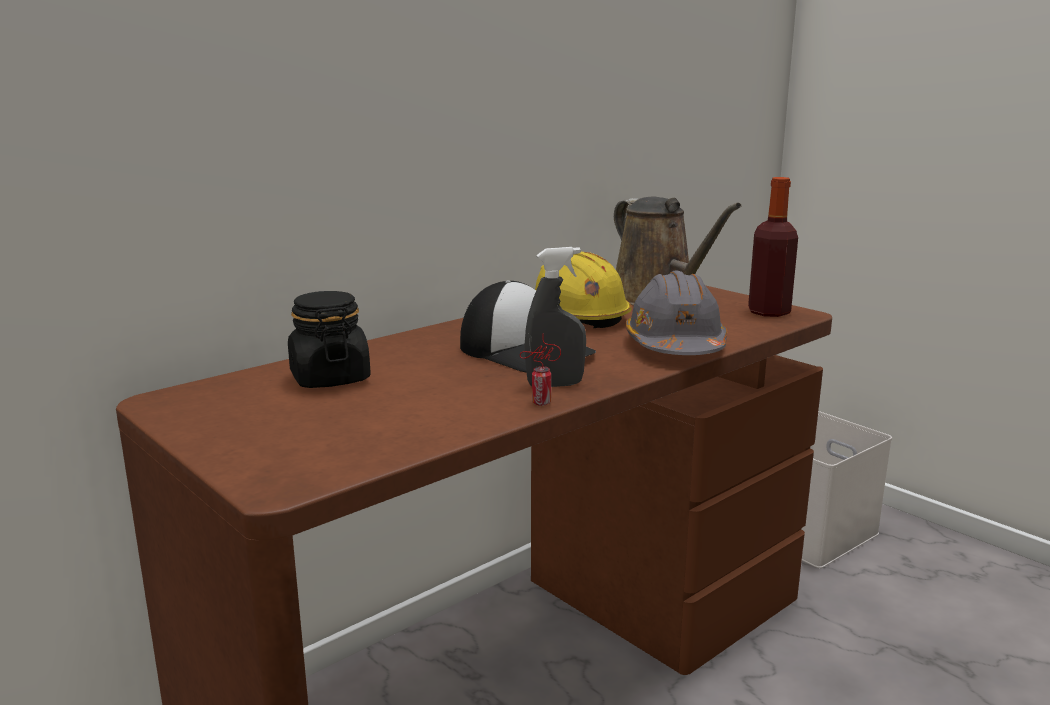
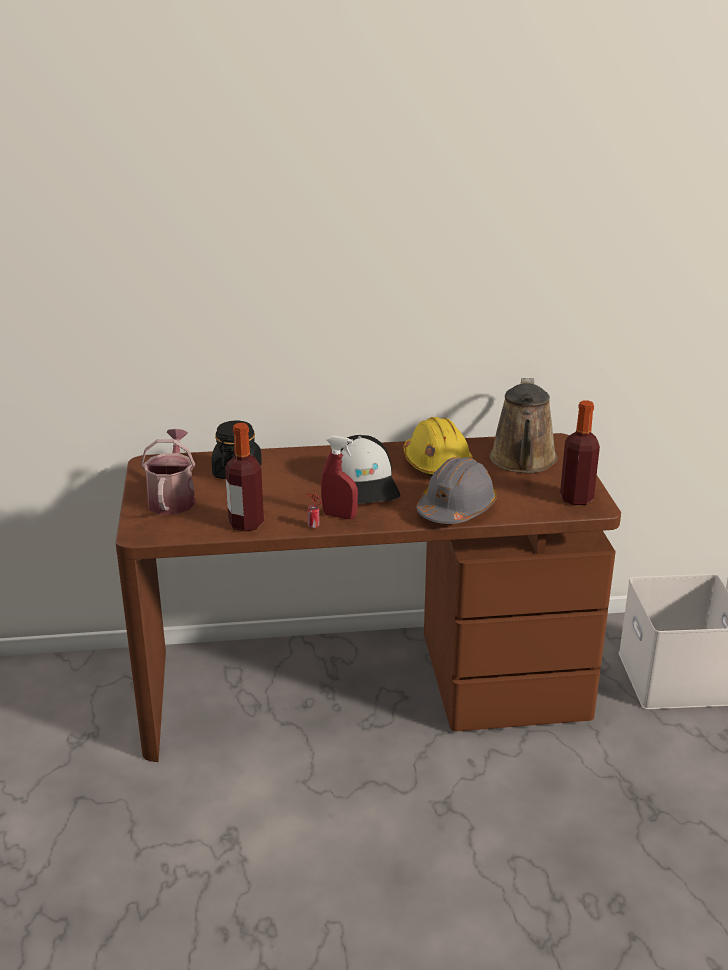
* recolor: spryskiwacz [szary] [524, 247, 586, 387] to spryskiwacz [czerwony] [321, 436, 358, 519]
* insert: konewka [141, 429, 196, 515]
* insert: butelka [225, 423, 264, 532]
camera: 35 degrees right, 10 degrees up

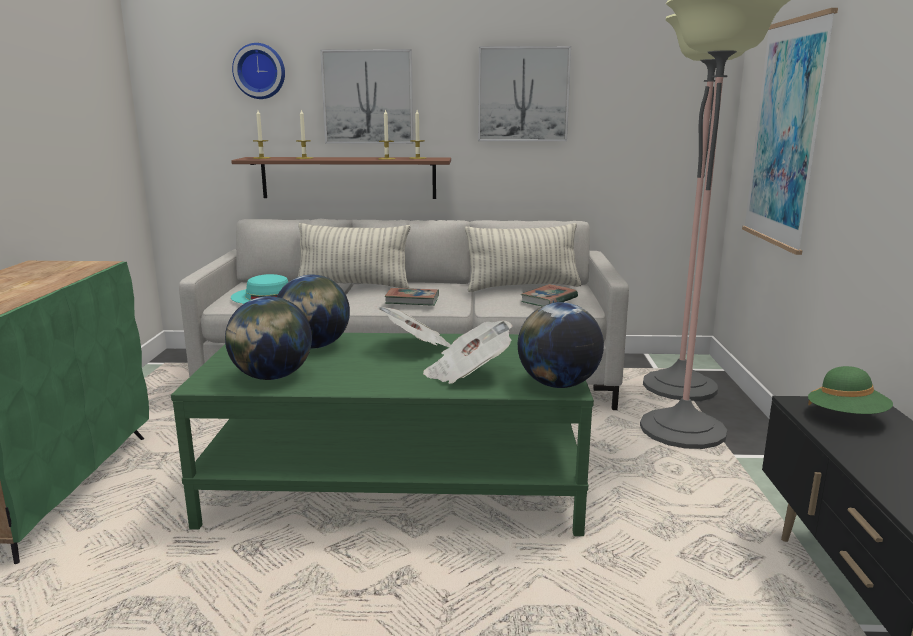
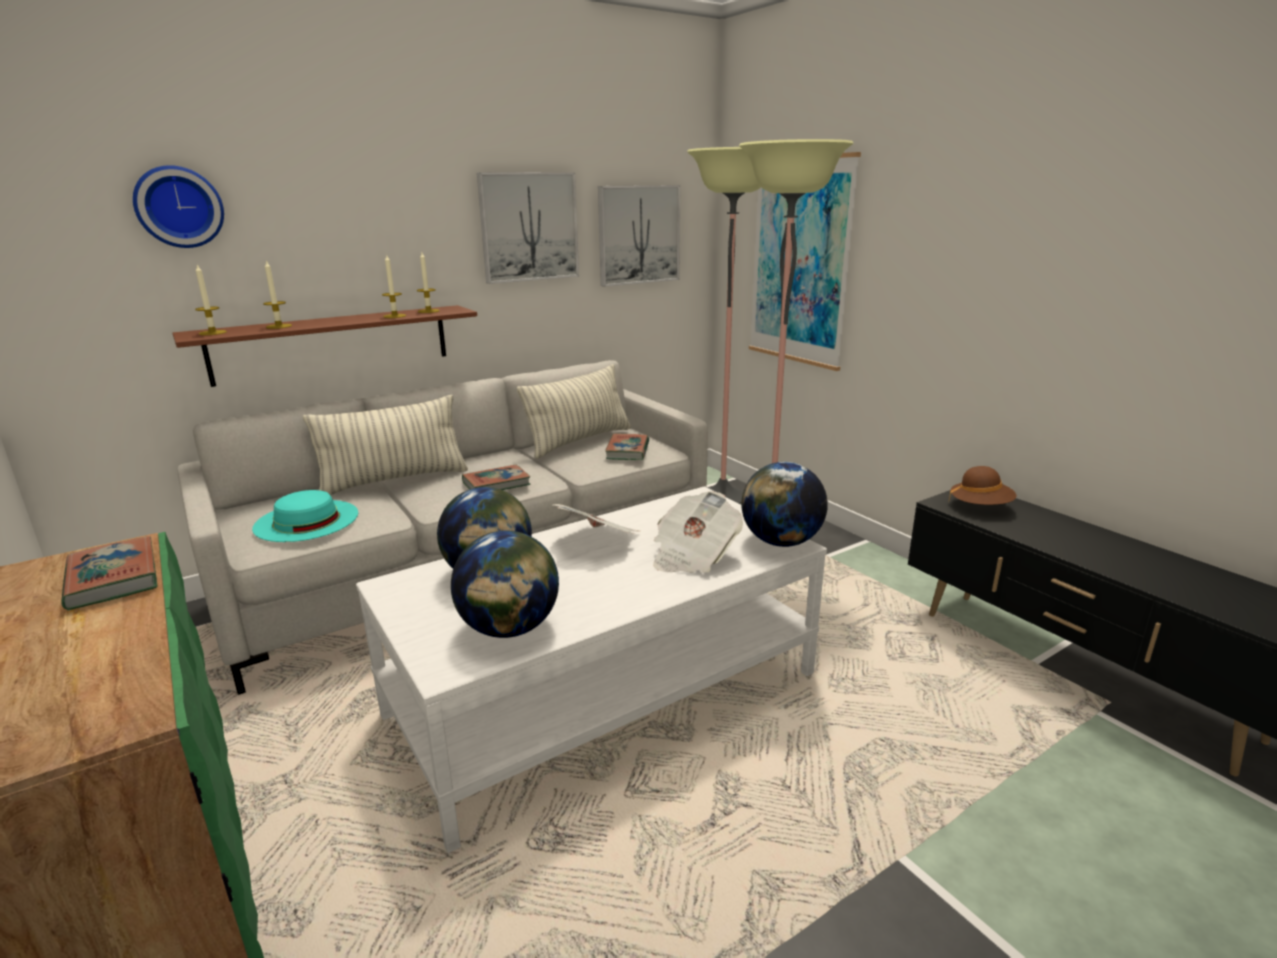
* recolor: ława [zielony] [171, 333, 594, 536] to ława [biały] [356, 486, 827, 853]
* move: obraz [320, 49, 413, 144] to [598, 185, 680, 287]
* recolor: kapelusz [zielony] [808, 366, 893, 414] to kapelusz [brązowy] [948, 466, 1016, 505]
* insert: książka [61, 536, 158, 611]
camera: 35 degrees left, 5 degrees up

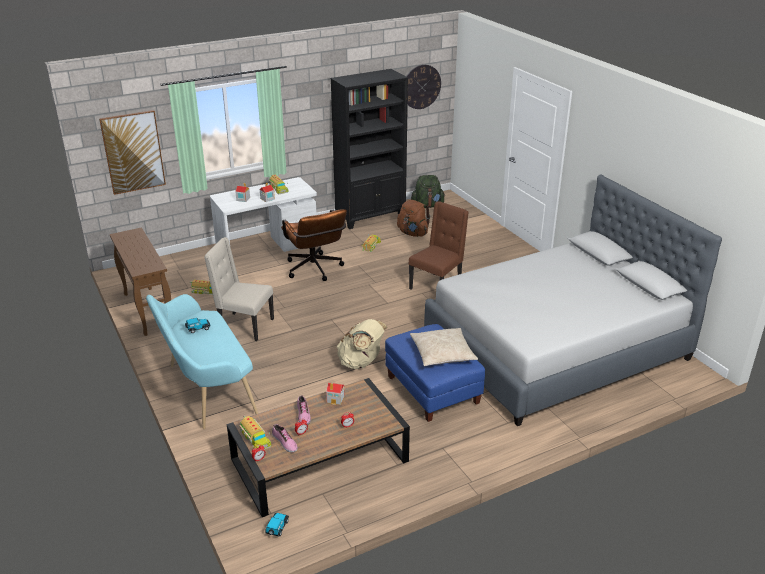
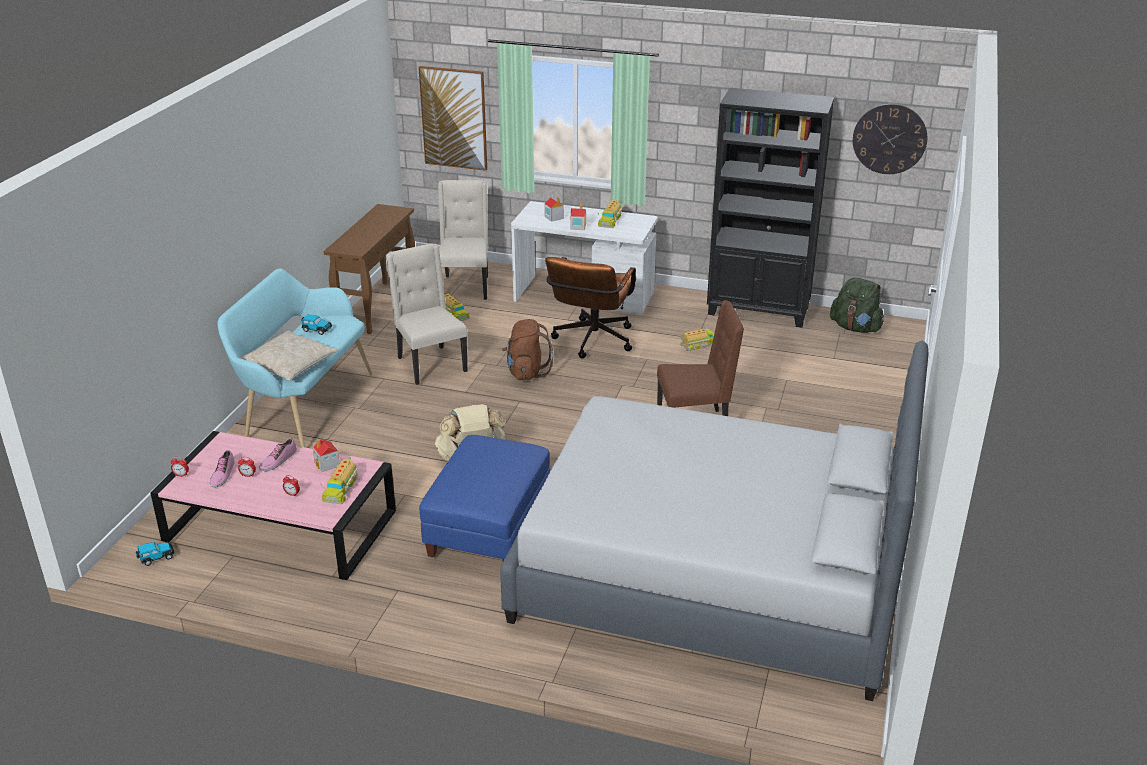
* recolor: ława [brązowy] [227, 378, 410, 517] to ława [różowy] [150, 431, 396, 580]
* move: ciężarówka zabawkowa [239, 415, 271, 450] to [321, 457, 358, 504]
* move: plecak [brązowy] [397, 200, 430, 237] to [502, 319, 553, 380]
* move: poduszka [beżowy] [410, 328, 478, 366] to [240, 331, 338, 381]
* insert: krzesło [beżowy] [438, 180, 489, 300]
camera: 45 degrees right, 0 degrees up

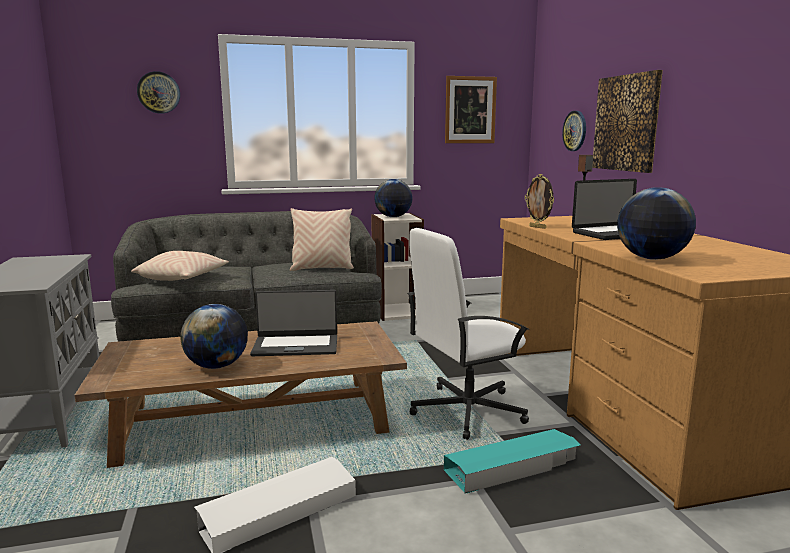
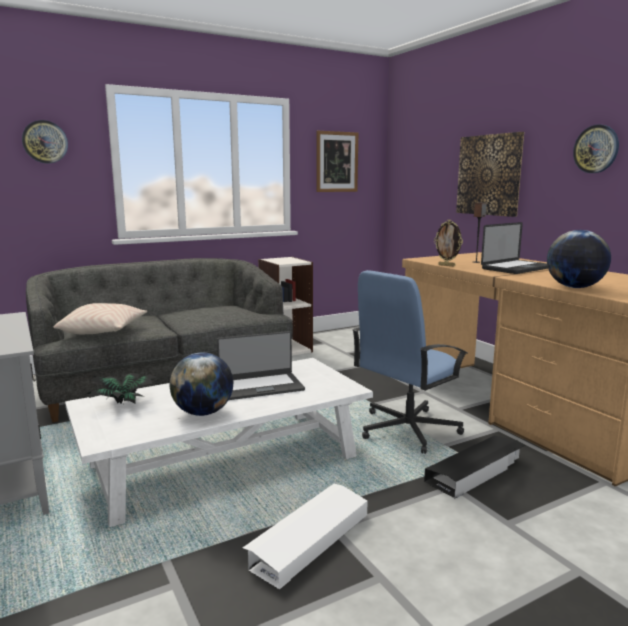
* recolor: ława [brązowy] [75, 321, 407, 468] to ława [biały] [65, 358, 373, 527]
* delete: poduszka [beżowy] [290, 208, 354, 271]
* delete: globus [374, 179, 412, 217]
* recolor: krzesło biurowe [biały] [407, 228, 529, 440] to krzesło biurowe [niebieski] [352, 270, 468, 454]
* recolor: pojemnik do przechowywania [turkusowy] [444, 429, 581, 494] to pojemnik do przechowywania [czarny] [424, 435, 525, 499]
* move: zegar ścienny [562, 111, 586, 151] to [573, 124, 619, 173]
* insert: roślina doniczkowa [87, 373, 156, 404]
camera: 15 degrees left, 0 degrees up

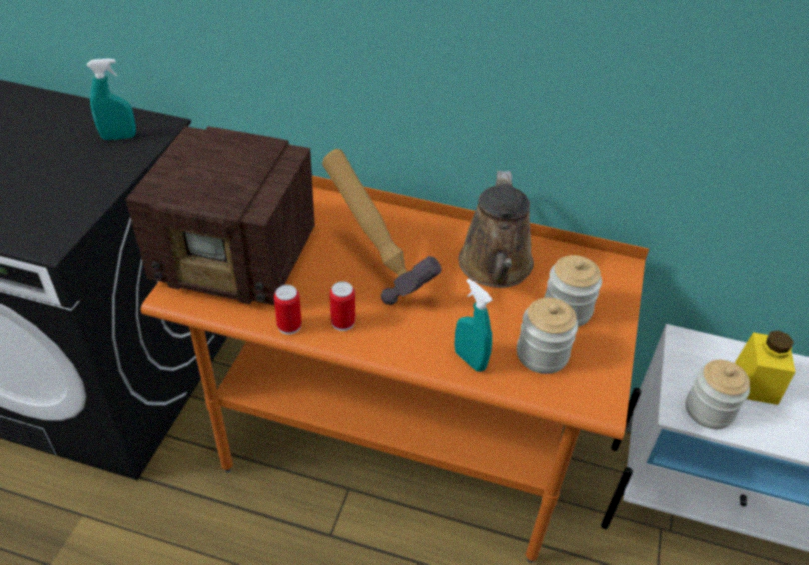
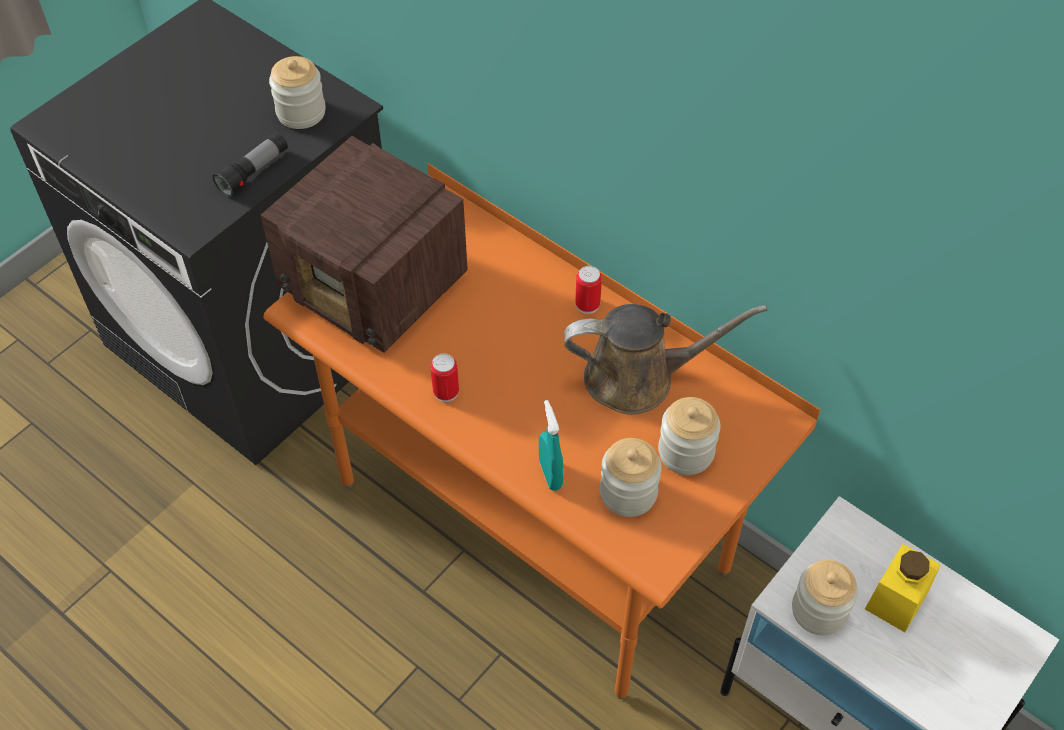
* replace: spryskiwacz [turkusowy] [87, 58, 136, 140] to słoik [269, 56, 326, 129]
* move: puszka [274, 285, 302, 335] to [575, 266, 602, 314]
* delete: młotek [322, 149, 442, 305]
* rotate: konewka [brązowy] [458, 171, 534, 288] = [564, 304, 767, 415] 120 degrees counterclockwise
* insert: latarka [212, 132, 288, 197]
camera: 25 degrees right, 10 degrees up

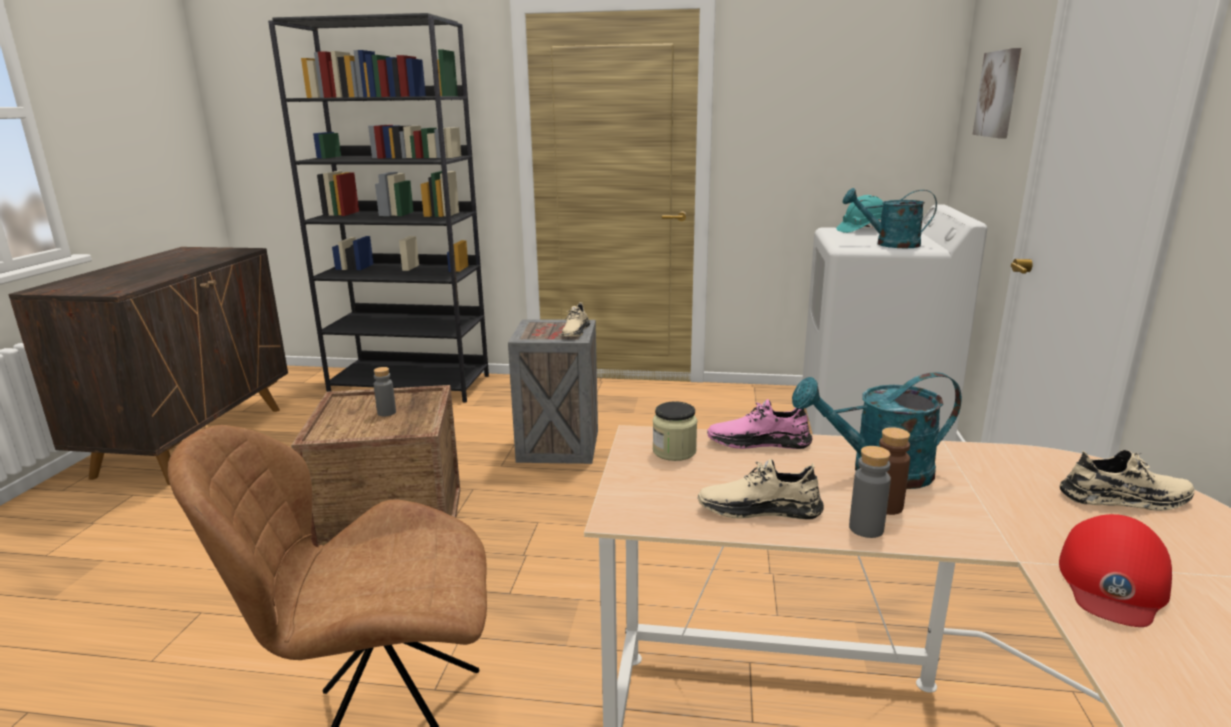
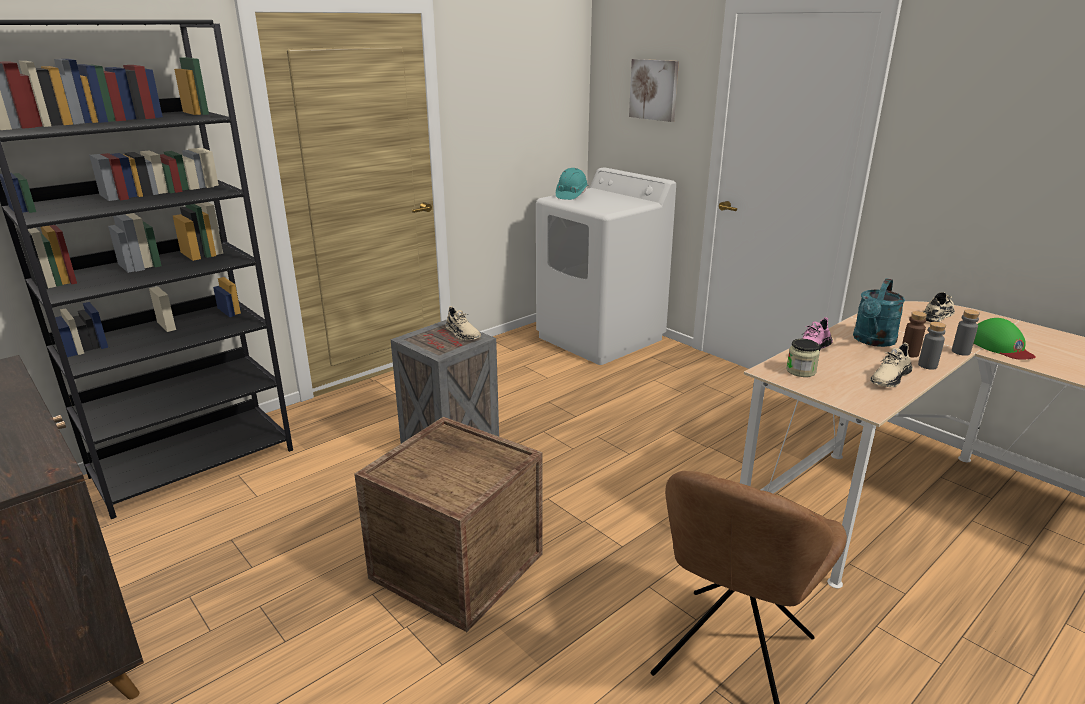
* move: butelka [szary] [374, 367, 396, 416] to [952, 309, 980, 356]
* delete: konewka [turkusowy] [843, 188, 937, 248]
* recolor: czapka z daszkiem [czerwony] [1059, 514, 1172, 627] to czapka z daszkiem [zielony] [974, 318, 1036, 359]
camera: 50 degrees left, 5 degrees up

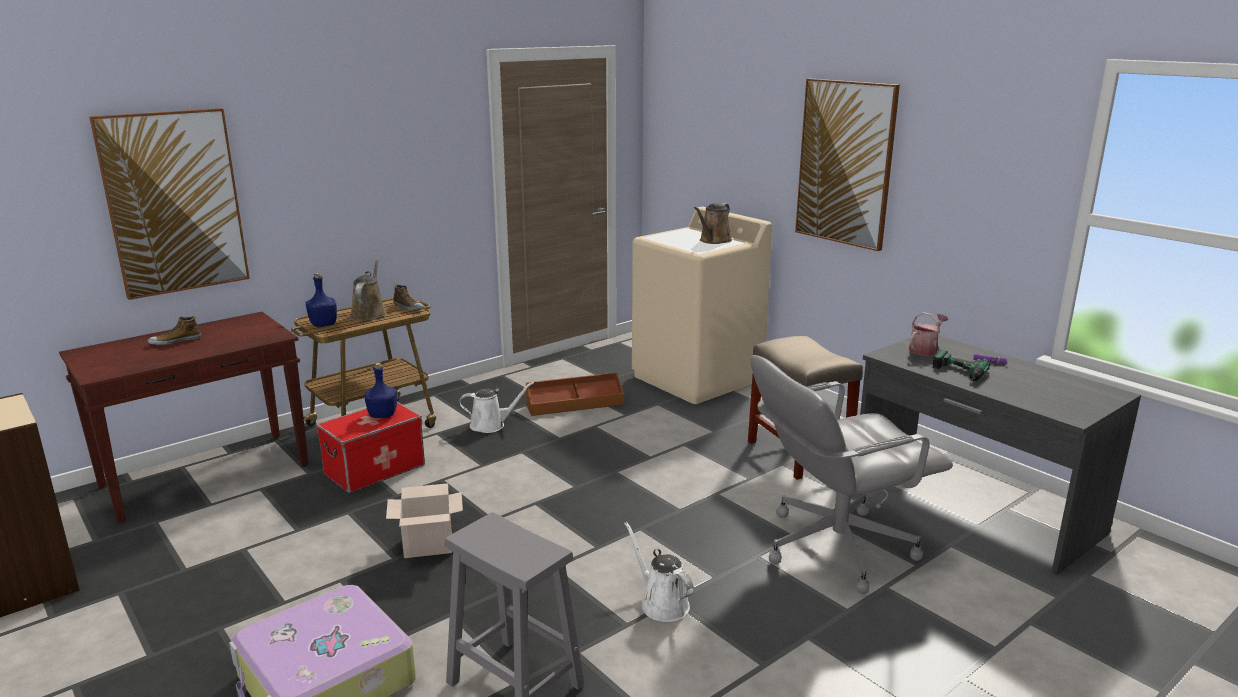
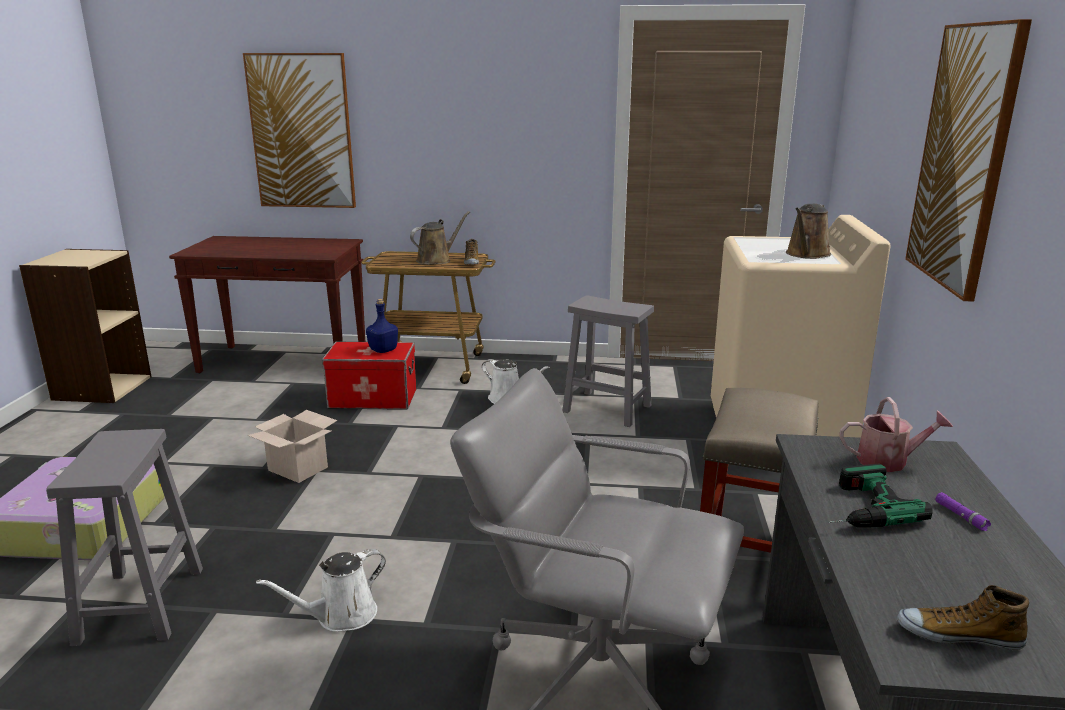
* move: but [148, 316, 201, 345] to [897, 585, 1029, 651]
* delete: butelka [niebieski] [306, 273, 337, 327]
* replace: pojemnik do przechowywania [brązowy] [526, 373, 624, 416] to stołek [szary] [562, 295, 654, 427]
* rotate: konewka [biały] [624, 522, 694, 622] = [256, 549, 386, 631] 135 degrees counterclockwise
* rotate: konewka [brązowy] [694, 203, 732, 244] = [786, 204, 831, 259] 45 degrees counterclockwise
camera: 45 degrees right, 0 degrees up

